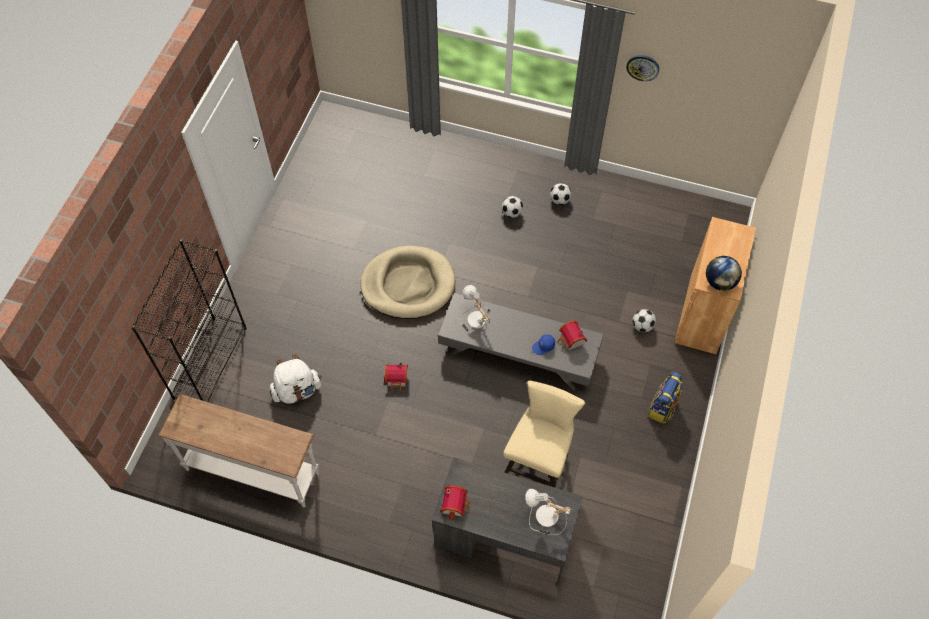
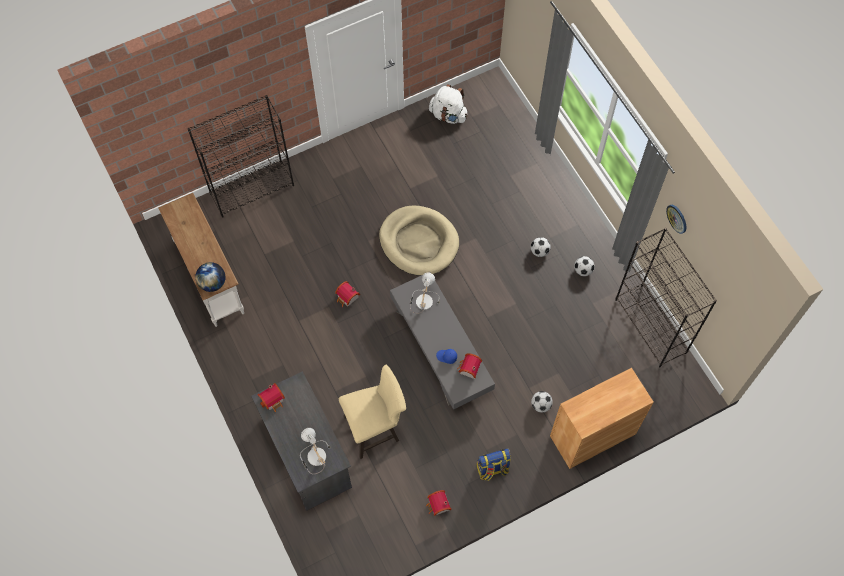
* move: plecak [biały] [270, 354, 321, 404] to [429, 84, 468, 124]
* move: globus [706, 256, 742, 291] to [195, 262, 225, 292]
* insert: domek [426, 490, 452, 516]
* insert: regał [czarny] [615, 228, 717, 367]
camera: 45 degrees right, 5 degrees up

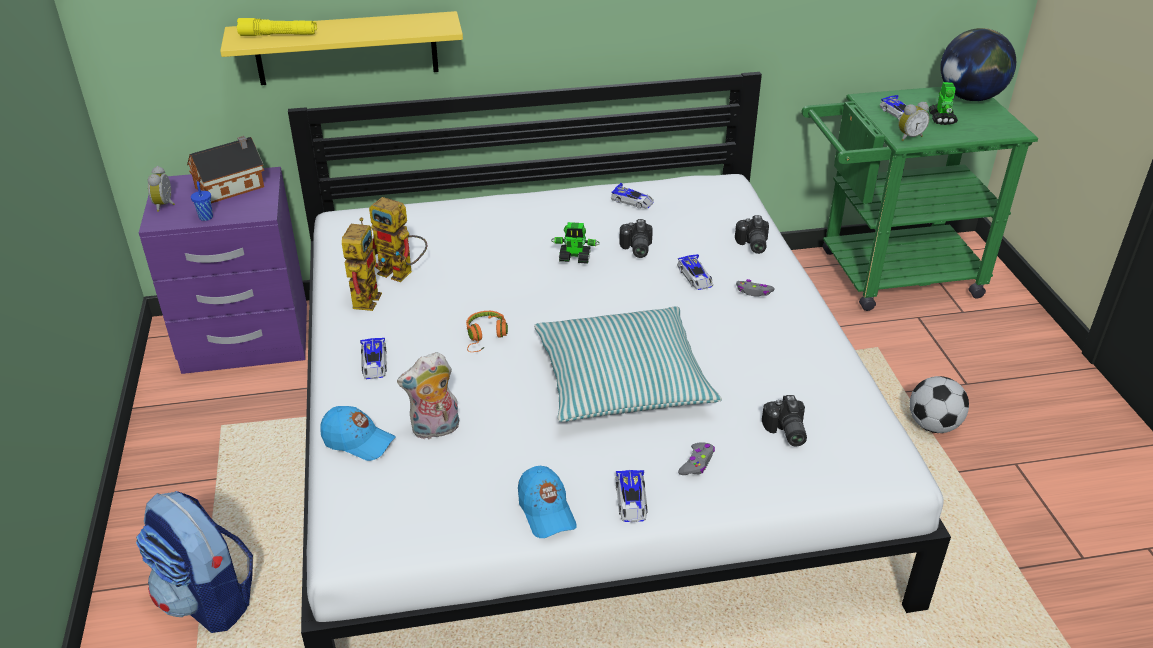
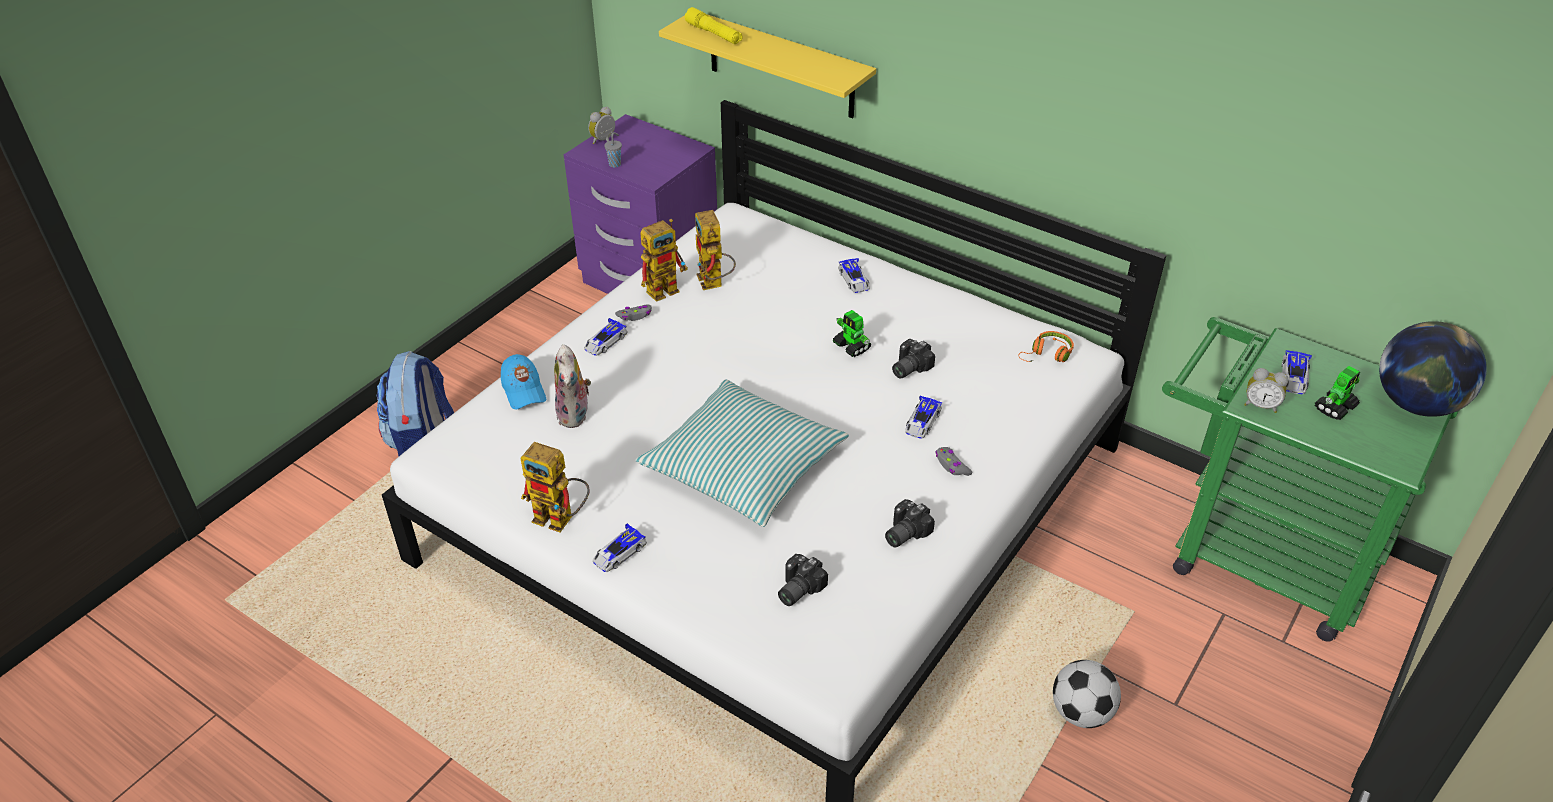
* delete: domek [187, 136, 264, 203]
* recolor: filiżanka [niebieski] [191, 181, 213, 221] to filiżanka [szary] [604, 132, 622, 168]
* rotate: pluszak [397, 352, 459, 439] = [554, 345, 591, 428] 120 degrees counterclockwise
* move: słuchawki [pomarańczowy] [466, 311, 508, 352] to [1018, 331, 1074, 362]
* replace: czapka z daszkiem [niebieski] [518, 466, 577, 538] to robot zabawkowy [520, 442, 590, 533]
* move: samochodzik [611, 183, 654, 209] to [838, 258, 870, 293]
* move: pad do gier [szary] [678, 443, 715, 475] to [615, 305, 652, 321]
* move: aparat fotograficzny [735, 215, 769, 254] to [885, 499, 935, 548]
camera: 45 degrees right, 5 degrees up

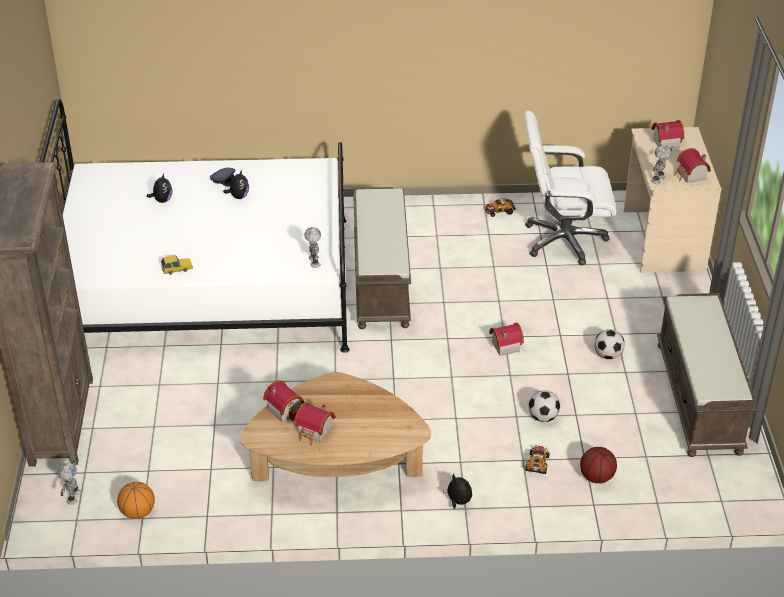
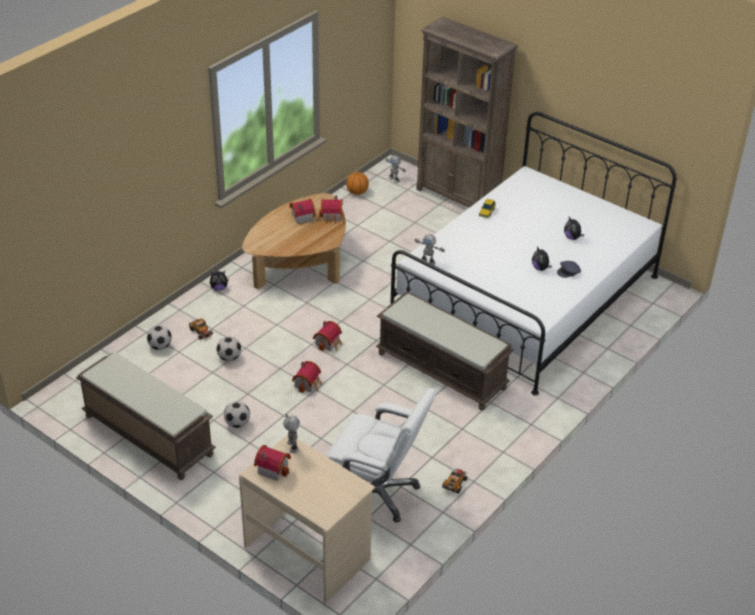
* rotate: krzesło biurowe [biały] [524, 110, 616, 265] = [326, 388, 436, 523] 75 degrees clockwise
* replace: piłka do koszykówki [580, 447, 617, 484] to piłka futbolowa [147, 325, 172, 350]
* move: domek [651, 120, 684, 149] to [313, 321, 342, 351]
camera: 130 degrees right, 0 degrees up

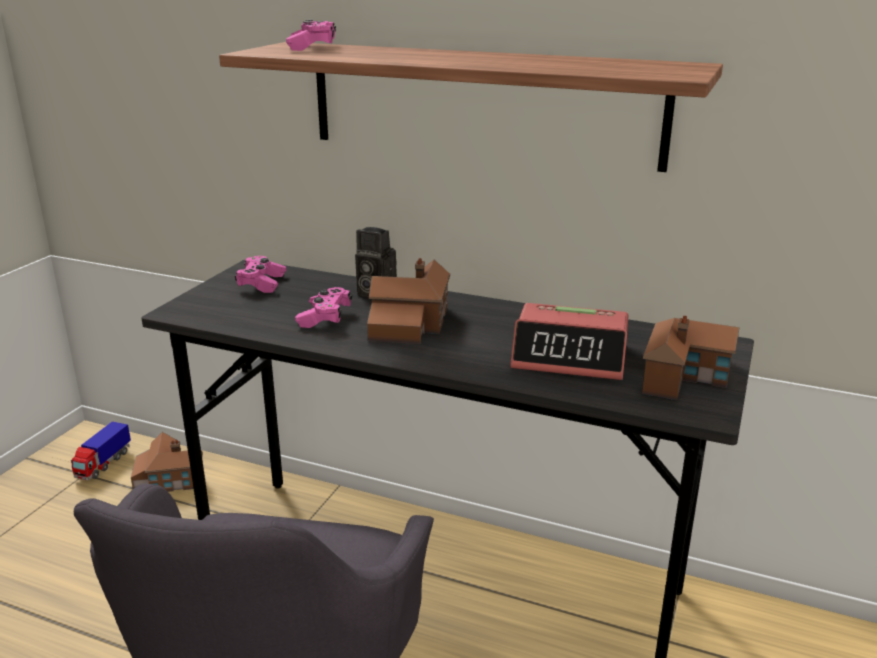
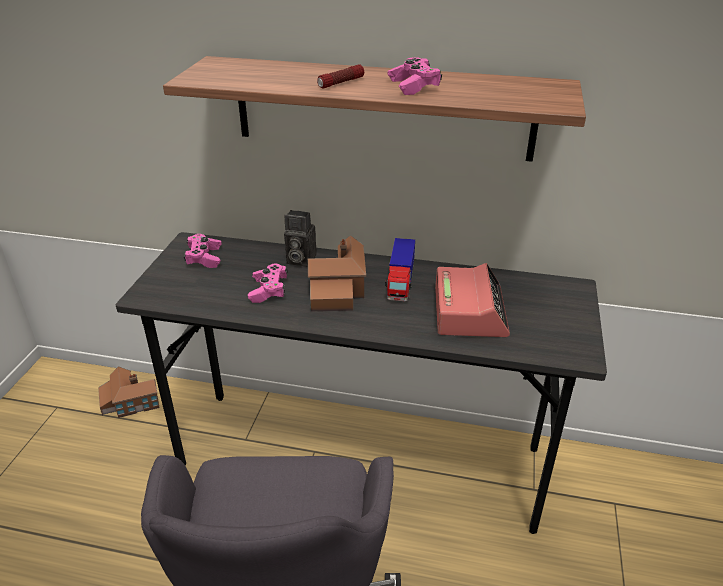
* move: ciężarówka zabawkowa [71, 421, 131, 480] to [385, 238, 415, 301]
* move: pad do gier [różowy] [286, 19, 336, 51] to [388, 57, 442, 95]
* rotate: budzik [510, 303, 629, 380] = [435, 263, 510, 337] 90 degrees counterclockwise
* delete: domek [642, 316, 740, 400]
* insert: latarka [317, 64, 364, 89]
camera: 10 degrees left, 10 degrees up

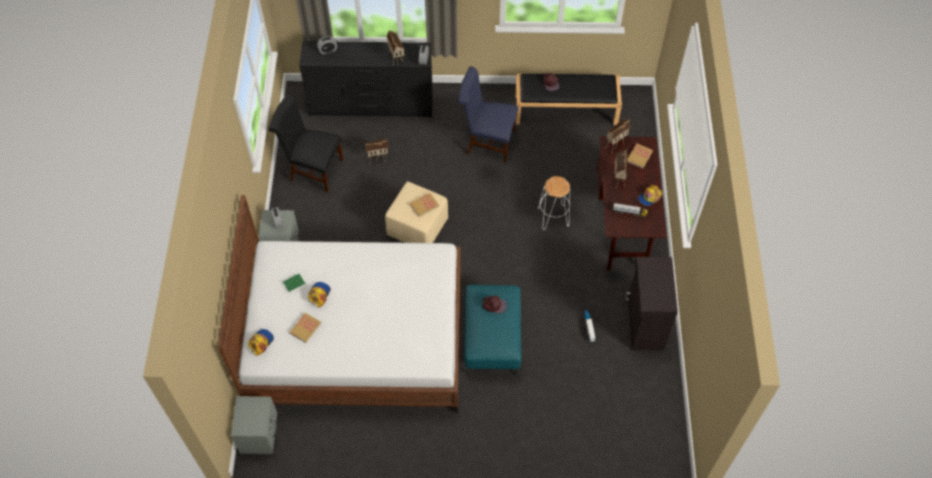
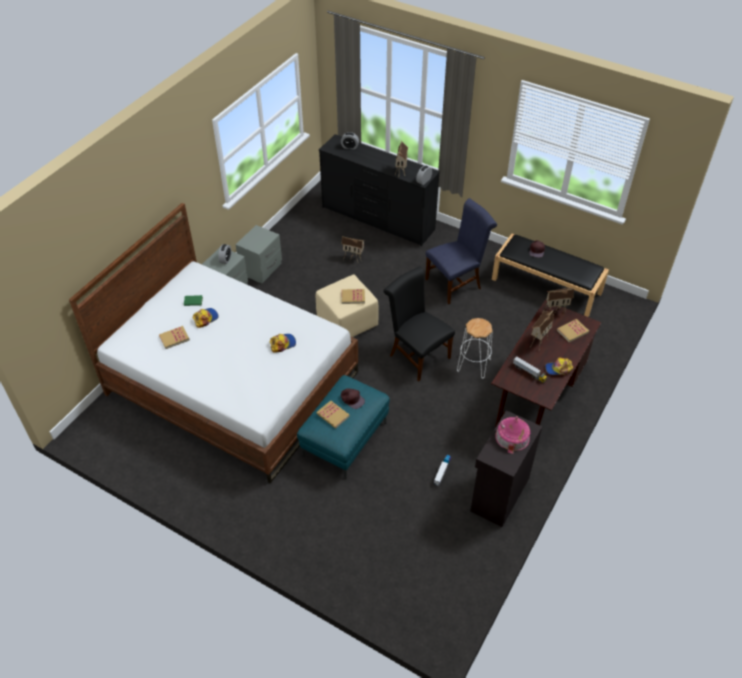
* move: szafka nocna [szary] [231, 396, 277, 454] to [235, 225, 282, 284]
* move: czapka z daszkiem [248, 329, 274, 356] to [269, 334, 296, 353]
* move: krzesło [czarny] [268, 94, 343, 193] to [383, 266, 455, 381]
* rotate: krzesło [niebieski] [458, 66, 519, 163] = [425, 198, 497, 304] 105 degrees clockwise
* insert: książka [317, 401, 350, 428]
* insert: domek [495, 416, 530, 454]
camera: 30 degrees right, 10 degrees down

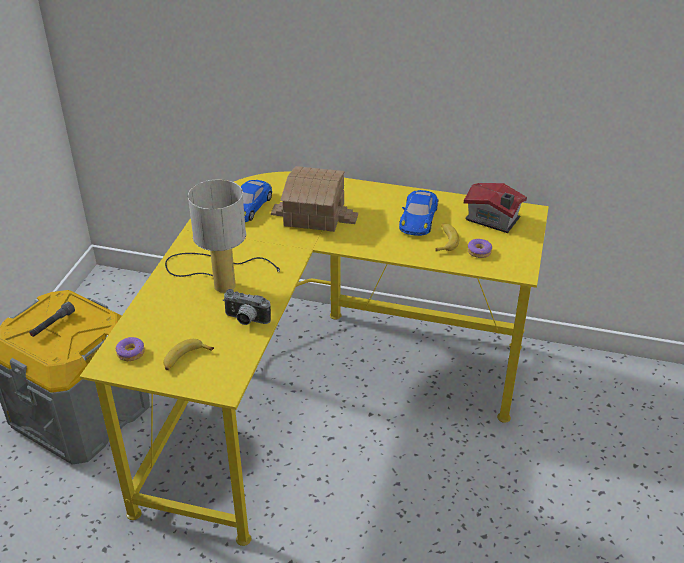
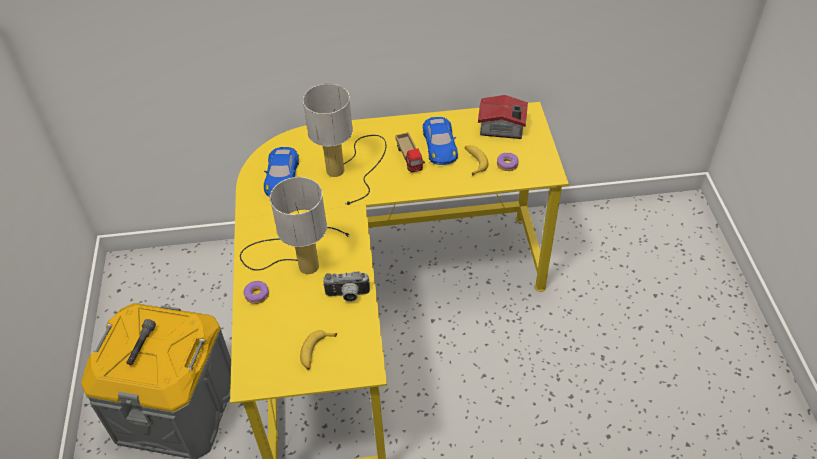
* move: donut [116, 337, 145, 361] to [243, 281, 269, 304]
* replace: domek [271, 166, 358, 232] to lampa stołowa [303, 84, 387, 205]
* insert: ciężarówka zabawkowa [395, 132, 425, 172]
camera: 20 degrees left, 10 degrees up

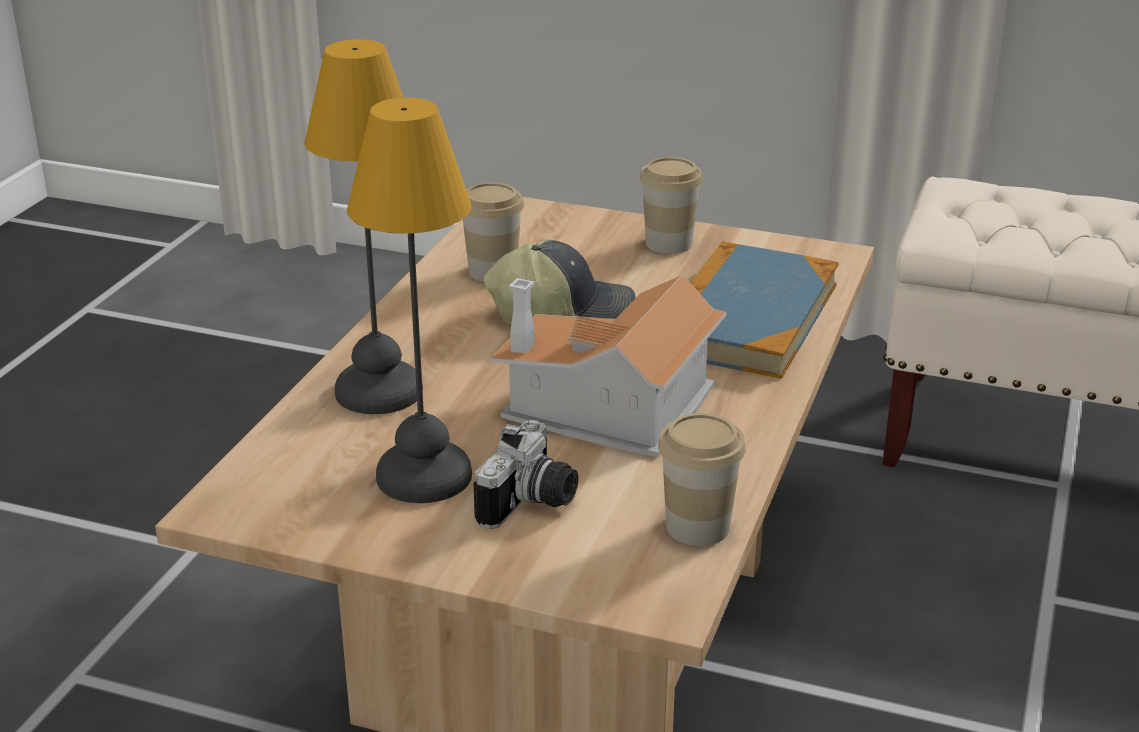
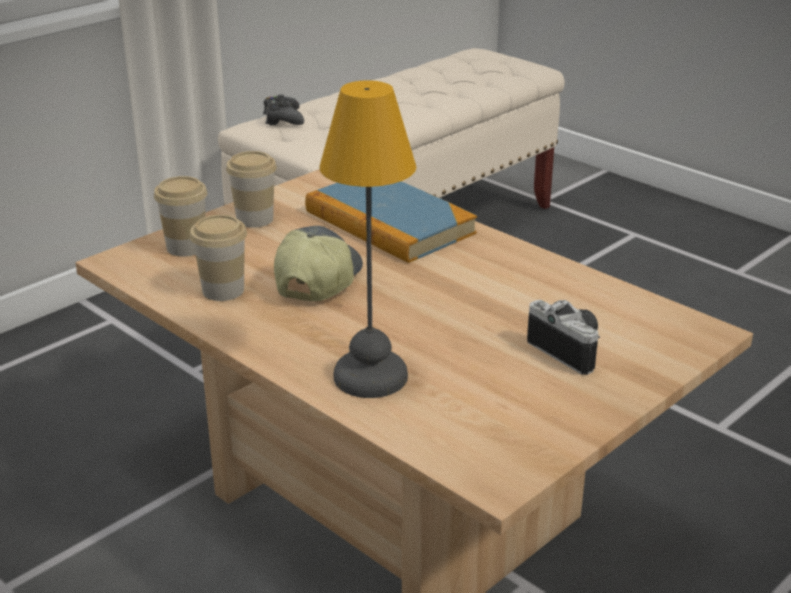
* delete: lampa stołowa [347, 98, 472, 503]
* delete: domek [489, 274, 726, 457]
* move: filiżanka [658, 413, 746, 546] to [154, 176, 207, 257]
* insert: pad do gier [czarny] [263, 94, 304, 126]
camera: 65 degrees left, 0 degrees up

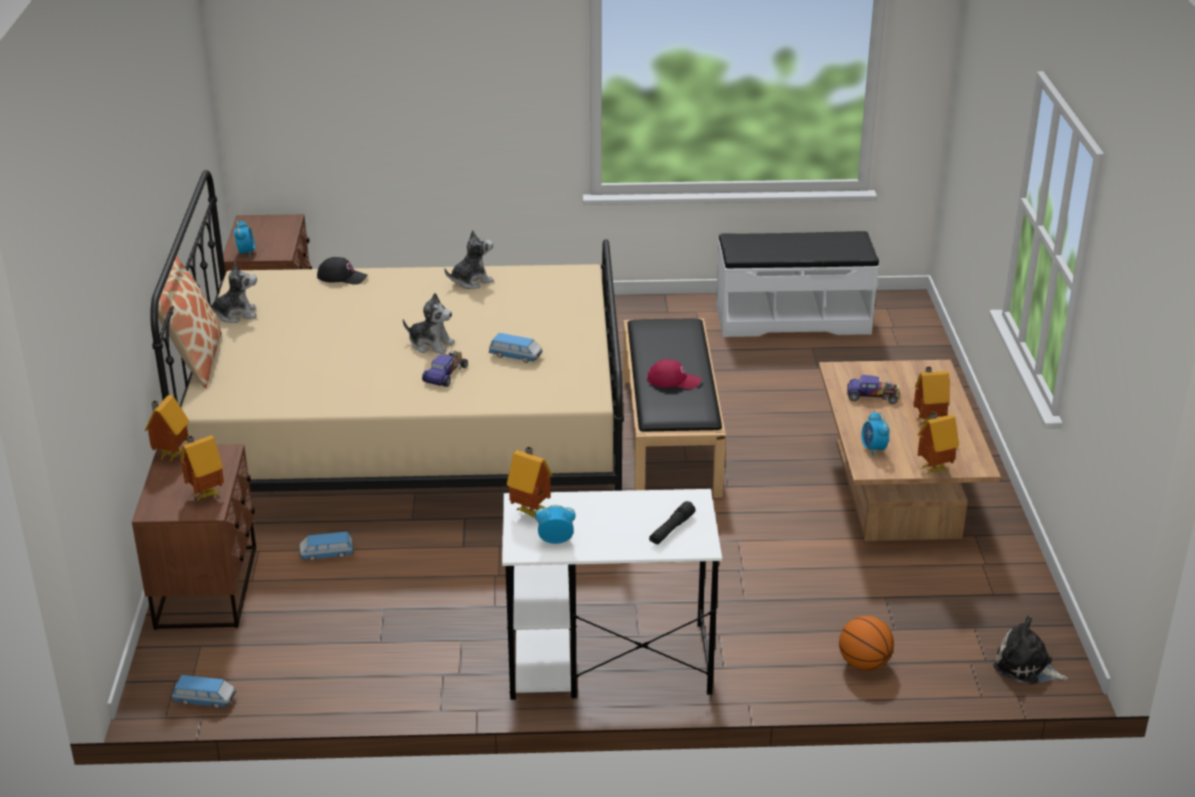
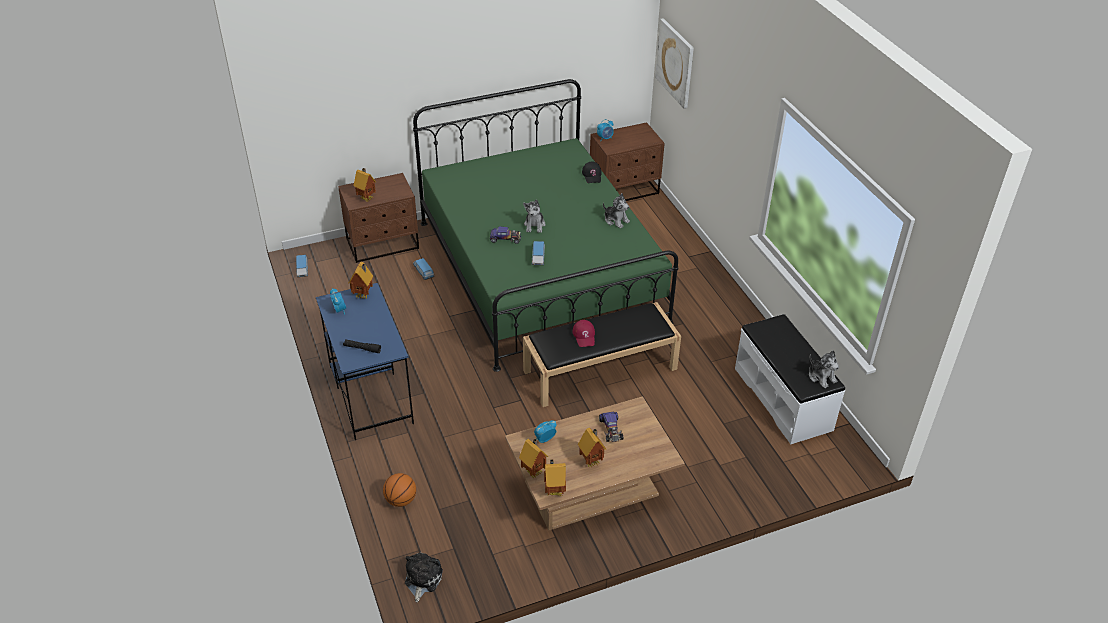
* move: domek [145, 395, 189, 462] to [544, 459, 566, 496]
* recolor: łóżko [beżowy] [150, 170, 624, 492] to łóżko [zielony] [413, 79, 678, 372]
* delete: poduszka [158, 255, 222, 388]
* move: pluszak [209, 262, 257, 323] to [809, 350, 839, 388]
* recolor: biurko [biały] [502, 489, 722, 700] to biurko [niebieski] [316, 283, 414, 440]
* insert: obraz [655, 18, 694, 109]
camera: 70 degrees right, 10 degrees up

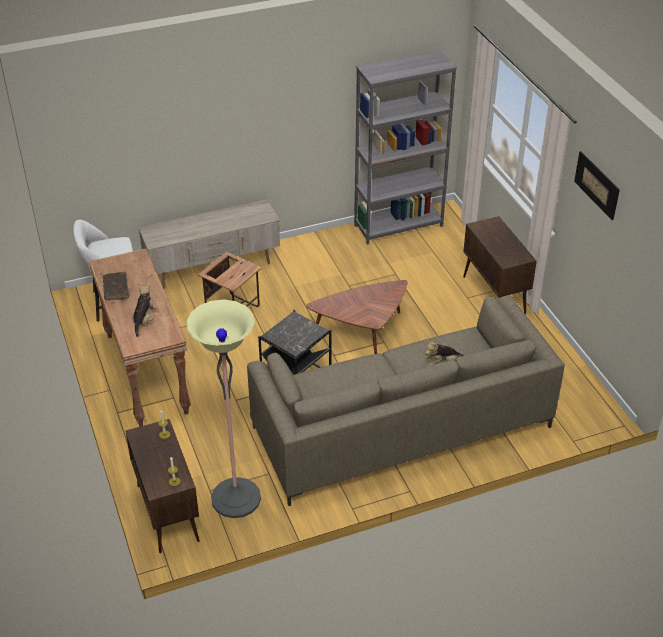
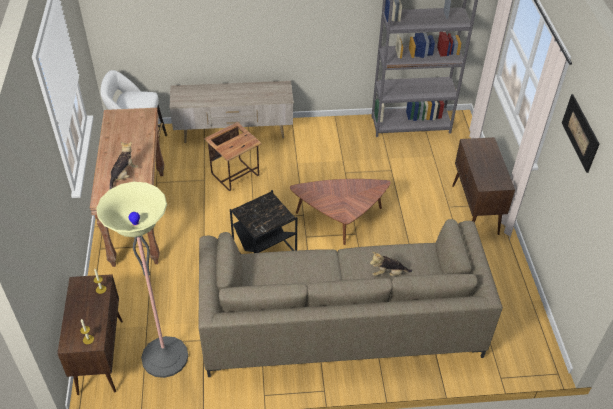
* delete: książka [brązowy] [103, 272, 129, 300]
camera: 15 degrees right, 5 degrees up

